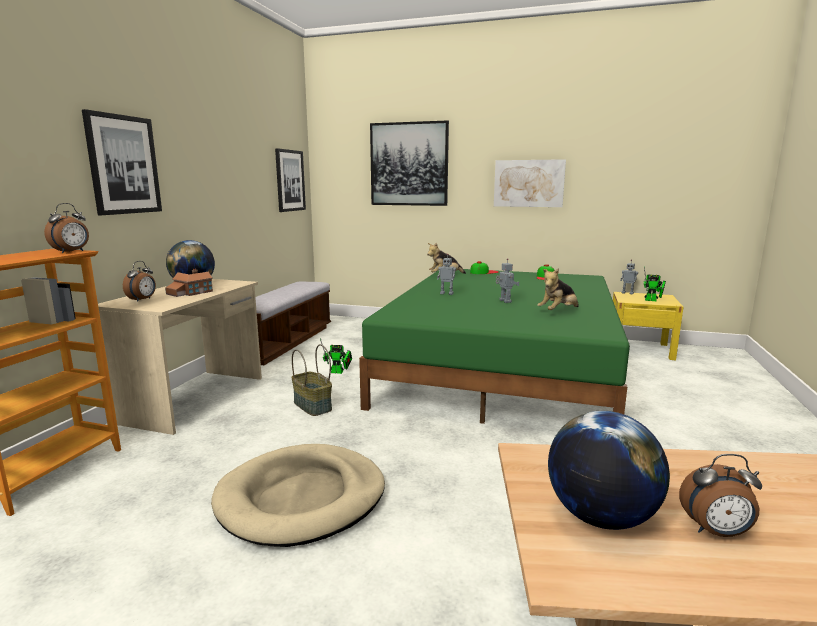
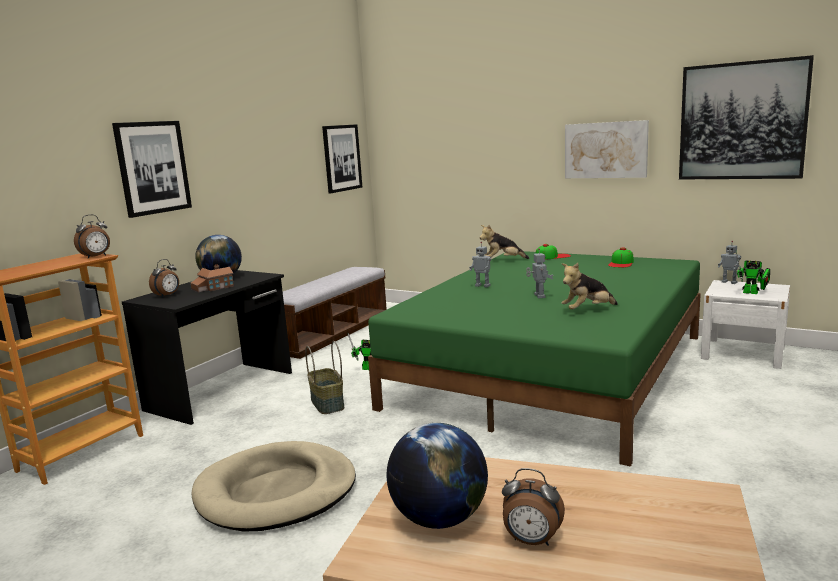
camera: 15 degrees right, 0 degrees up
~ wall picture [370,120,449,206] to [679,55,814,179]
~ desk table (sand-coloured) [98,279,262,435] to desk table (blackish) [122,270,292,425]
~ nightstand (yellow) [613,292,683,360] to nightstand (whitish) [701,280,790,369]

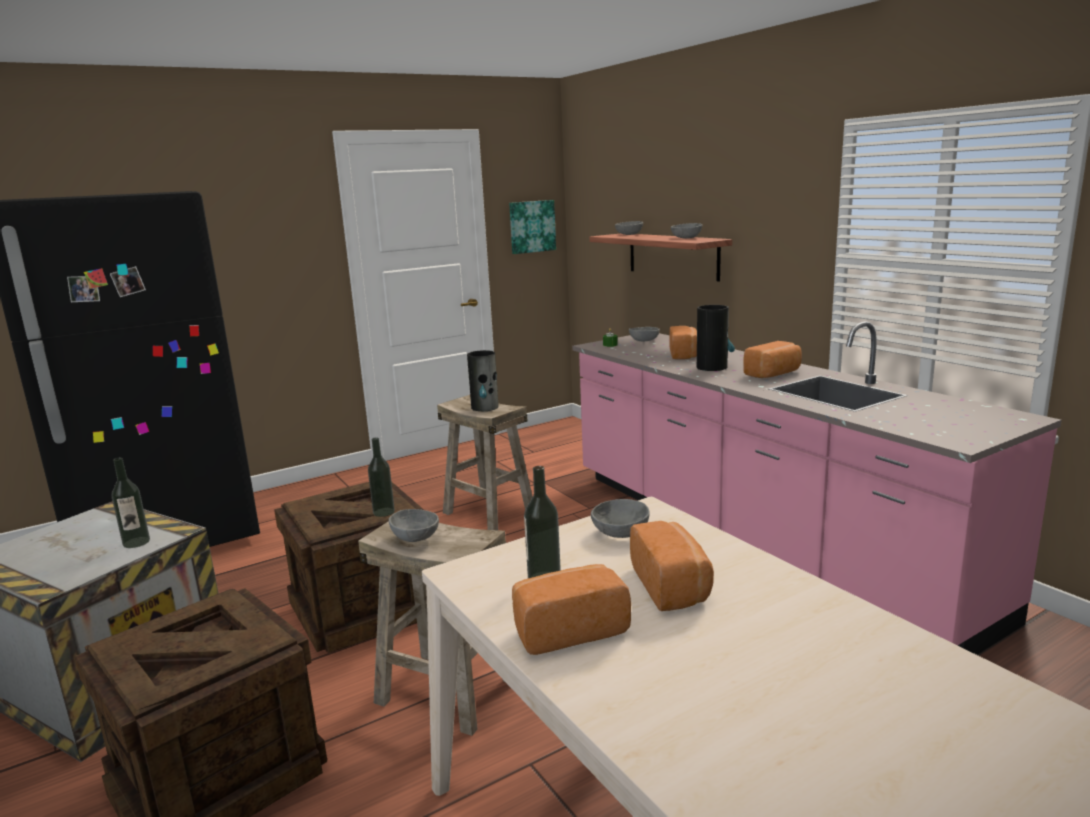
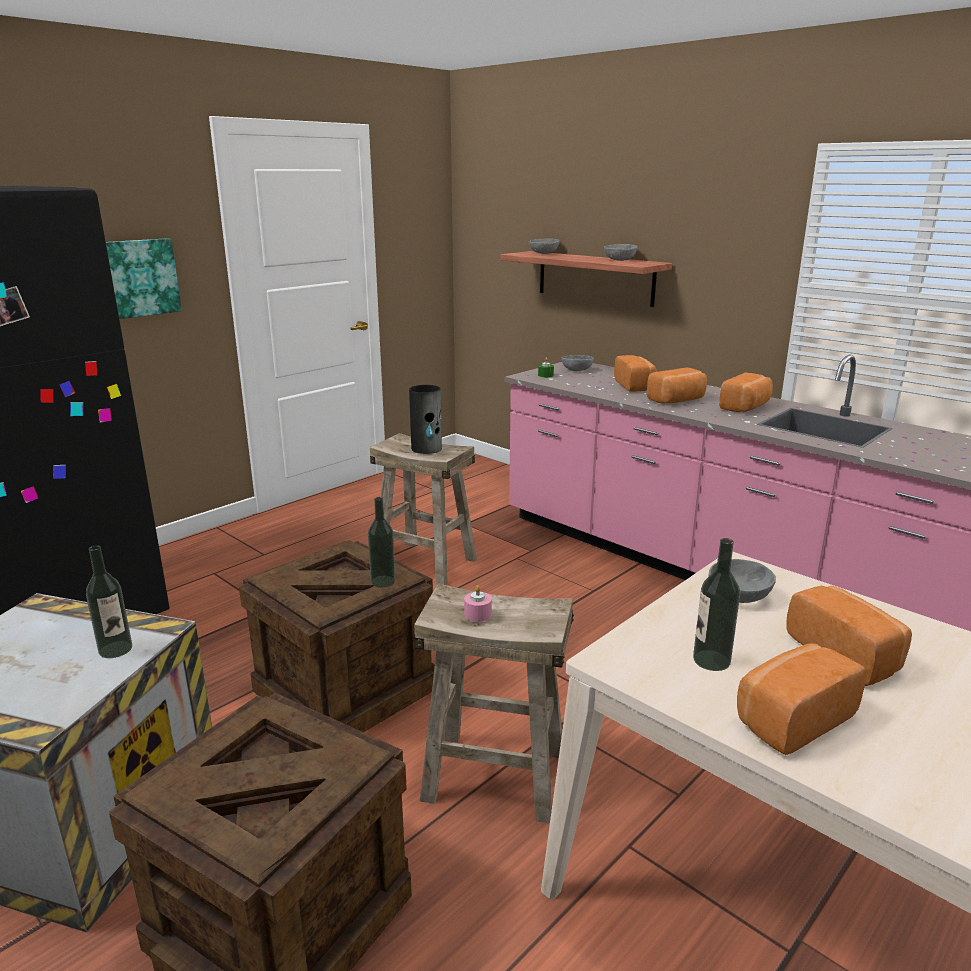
camera: 15 degrees left, 5 degrees up
~ wall picture [509,200,556,254] to [106,238,182,319]
~ vase [697,305,735,371] to bakery bread [647,367,707,404]
~ serving bowl (greyish) [389,509,439,542] to candle (pink) [464,585,492,622]

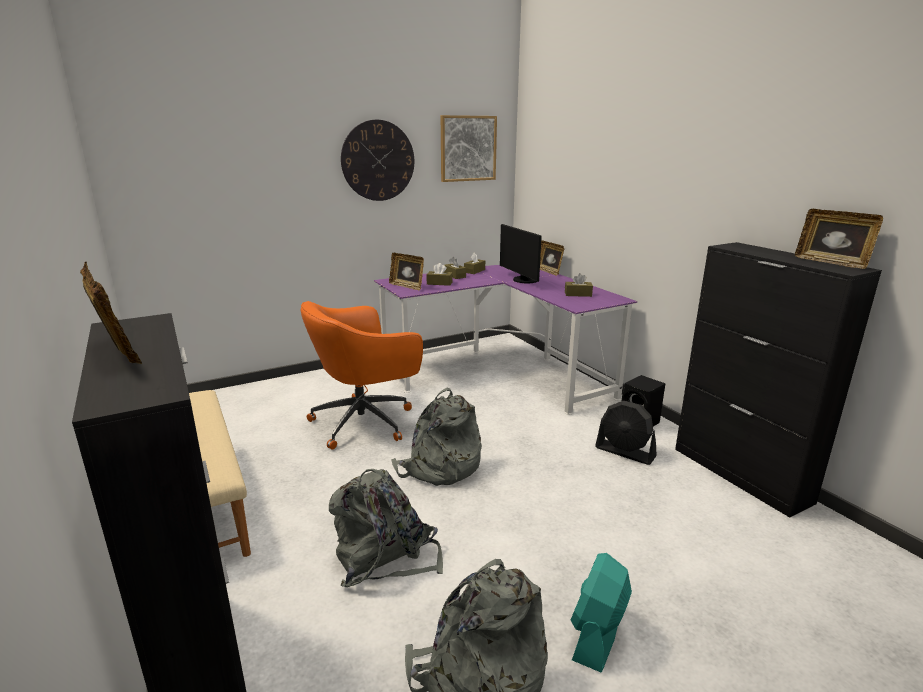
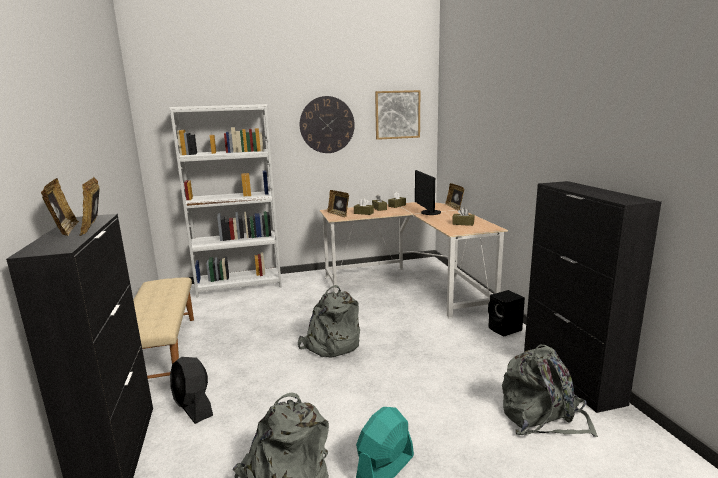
camera: 15 degrees right, 5 degrees down
~ picture frame [795,209,883,269] to [79,176,99,236]
~ desk table (purple) [374,265,637,415] to desk table (sand-coloured) [319,202,508,319]
- computer chair (orangey) [301,301,423,450]
~ fan (blackish) [595,401,657,465] to [170,357,213,424]
~ knapsack (greyish) [329,469,443,587] to [502,345,598,437]
+ bookshelf (whitish) [169,104,282,297]

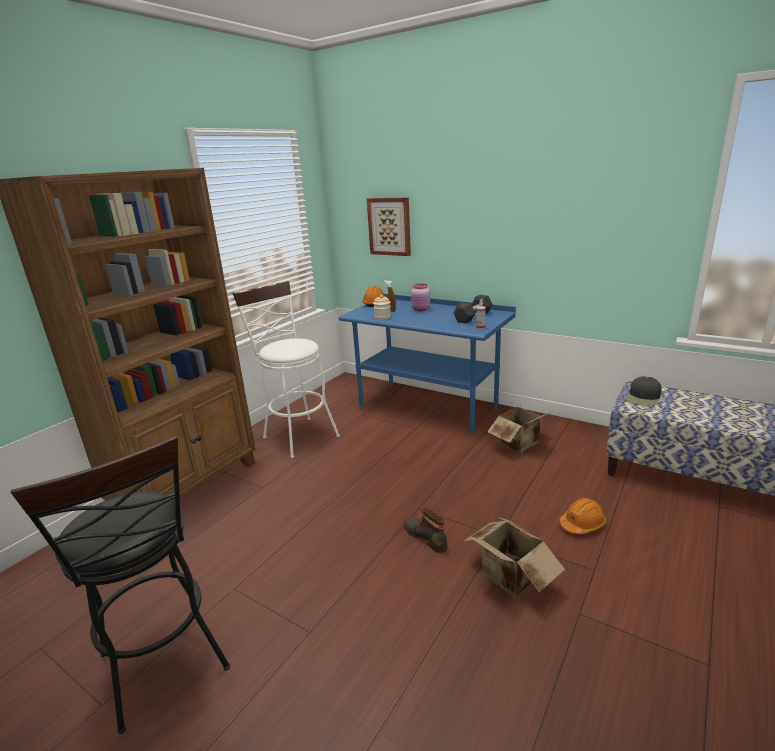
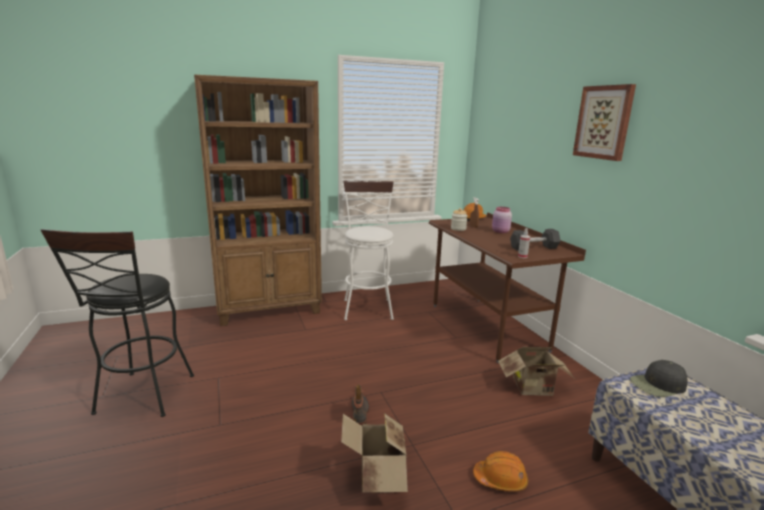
camera: 35 degrees right, 5 degrees down
~ wall picture [367,198,411,256] to [573,84,636,161]
~ desk table (blue-coloured) [338,294,516,436] to desk table (brown) [429,212,586,363]

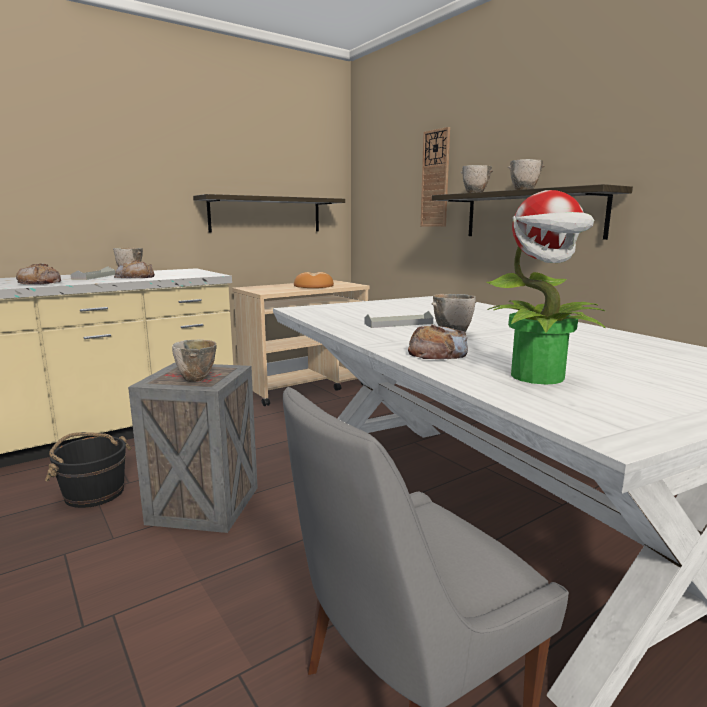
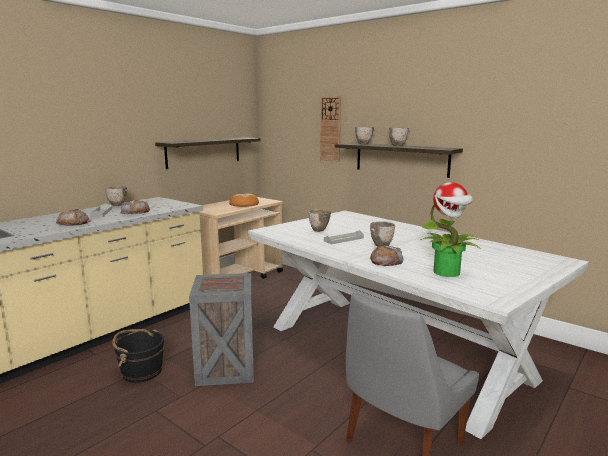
camera: 15 degrees left, 0 degrees up
~ serving bowl [172,339,217,382] to [308,209,331,232]

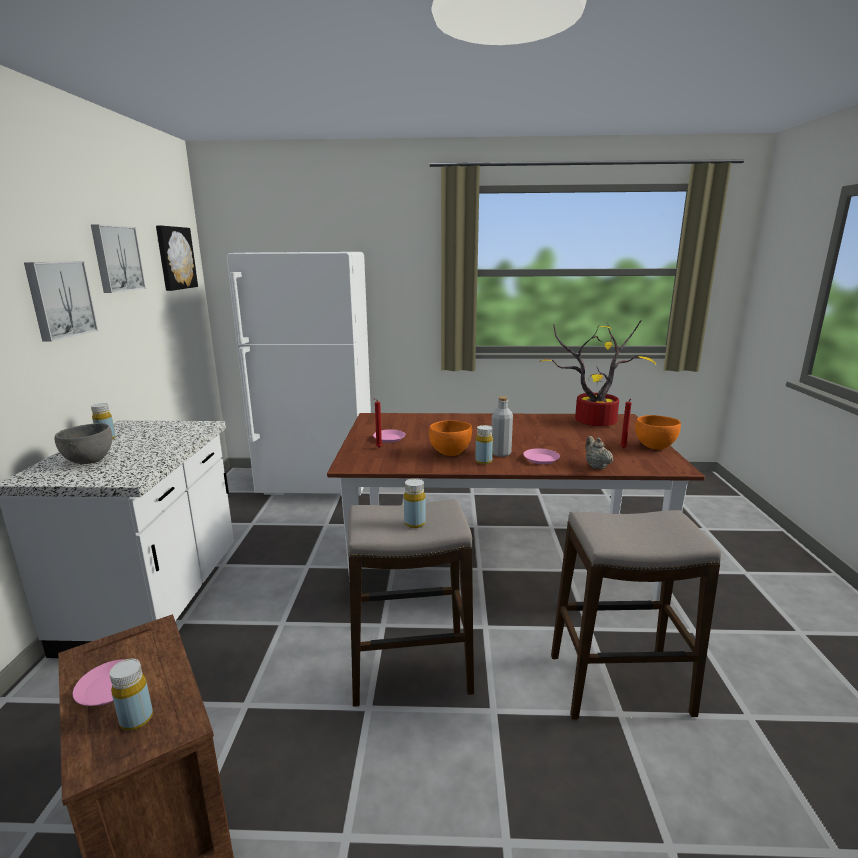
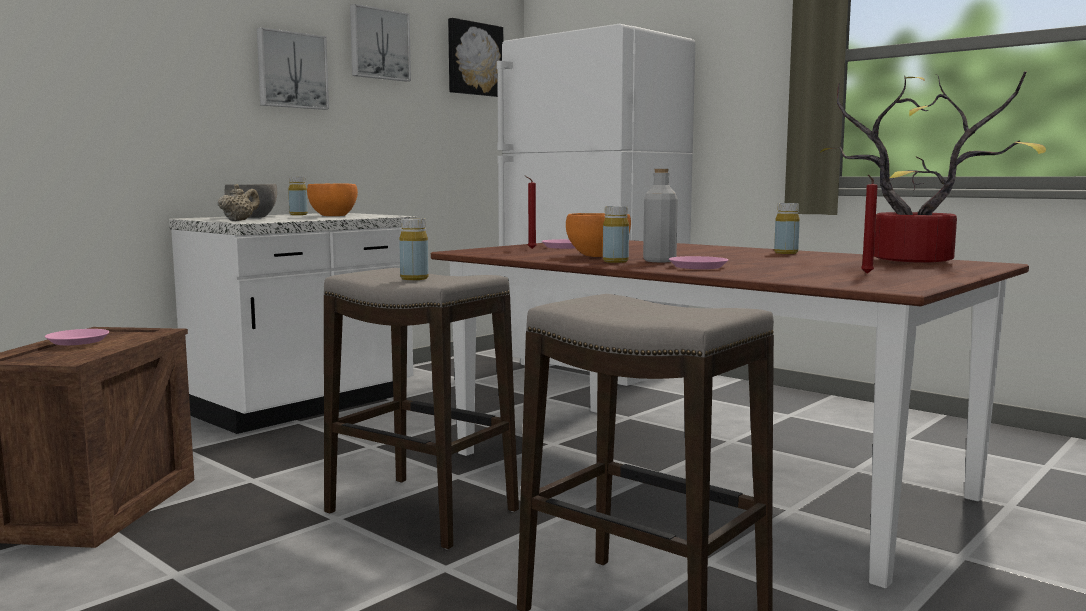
camera: 40 degrees right, 10 degrees down
~ serving bowl (orangey) [635,415,681,450] to [307,183,358,216]
~ pot for tea (sand-coloured) [585,436,613,469] to [218,184,260,221]
~ beverage bottle (yellow) [109,659,153,731] to [774,203,800,254]

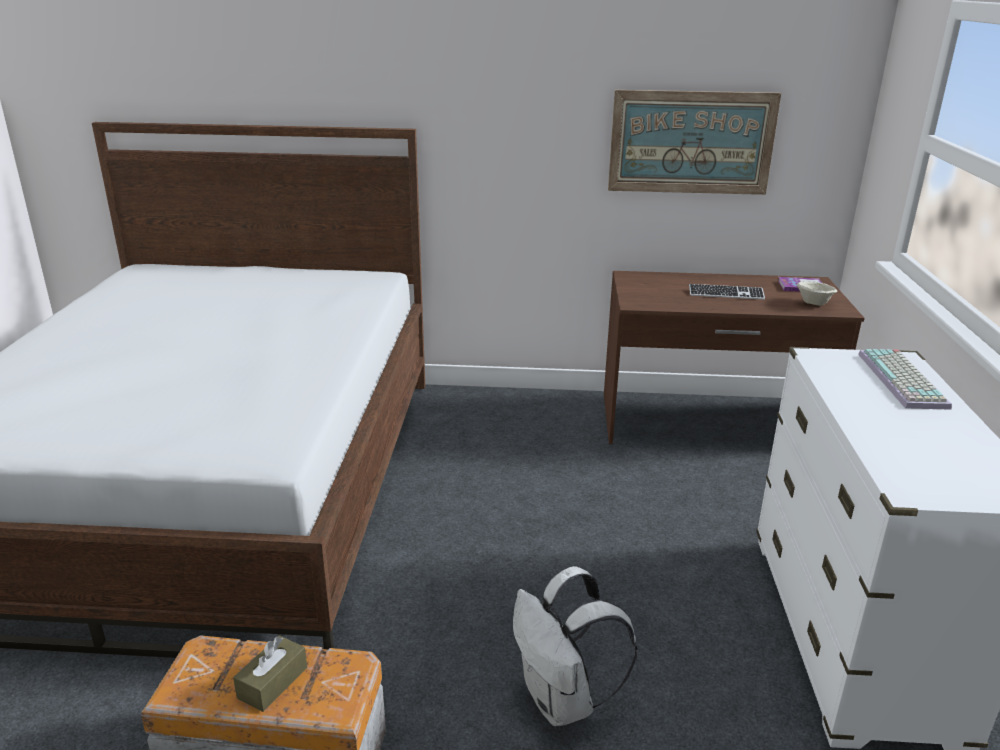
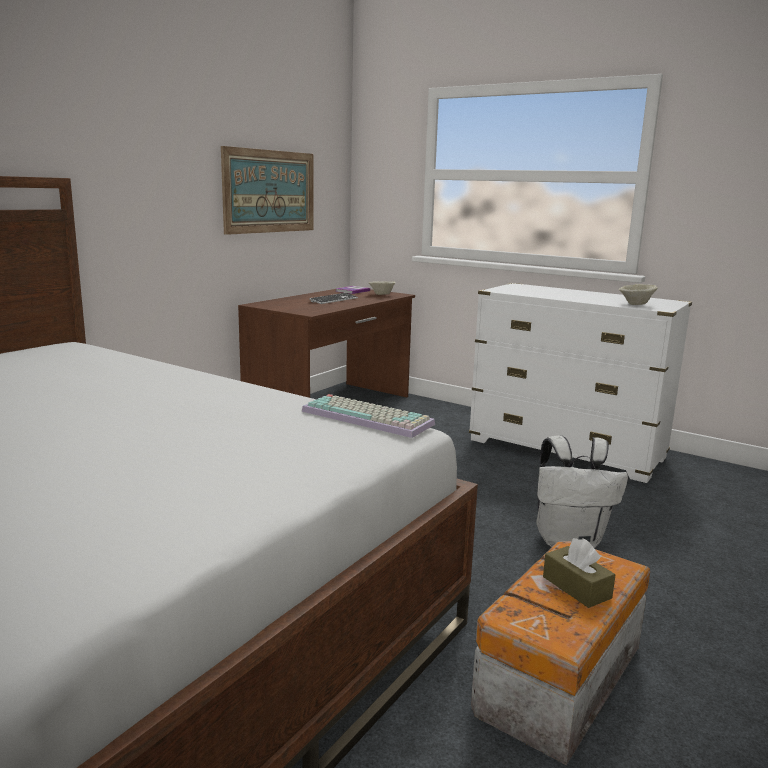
camera: 60 degrees left, 10 degrees down
~ PC keyboard [858,349,952,410] to [302,394,435,438]
+ serving bowl (sand-coloured) [619,284,658,305]

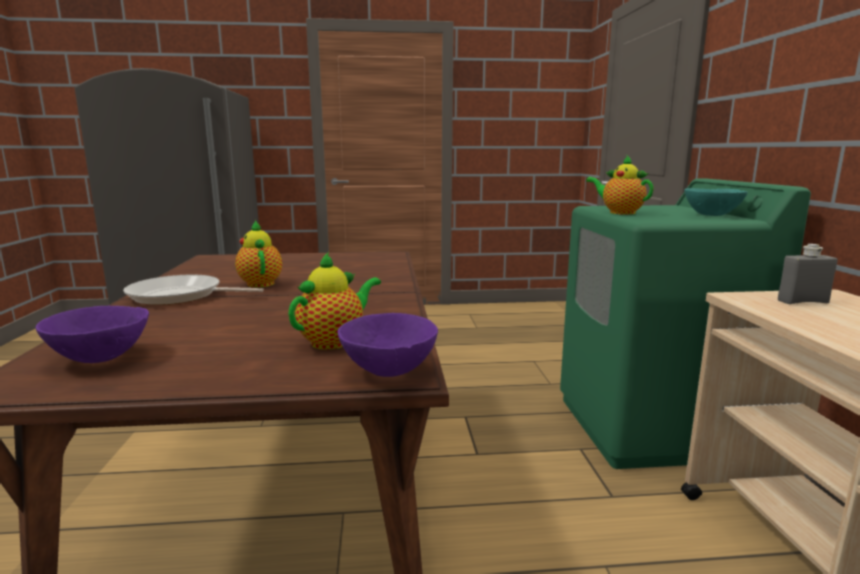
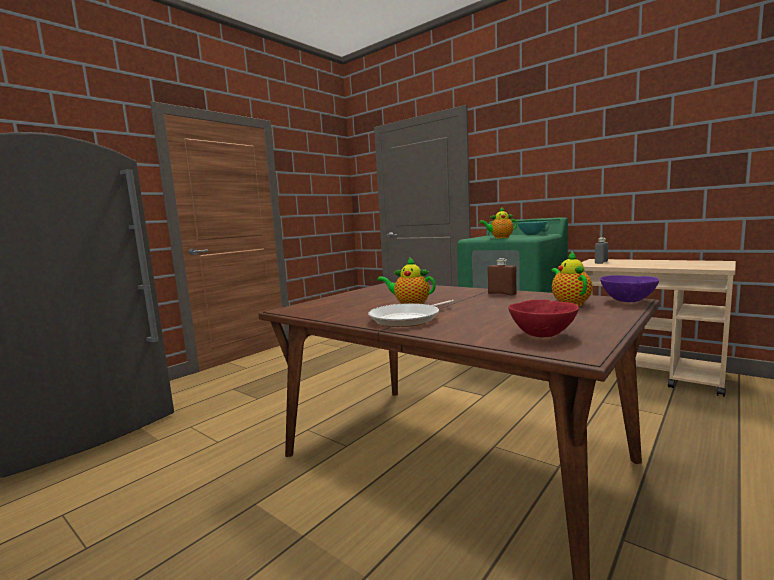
camera: 45 degrees left, 5 degrees down
~ serving bowl (purple) [36,306,149,363] to serving bowl (reddish) [508,299,579,338]
+ beverage bottle (brown) [488,258,517,296]

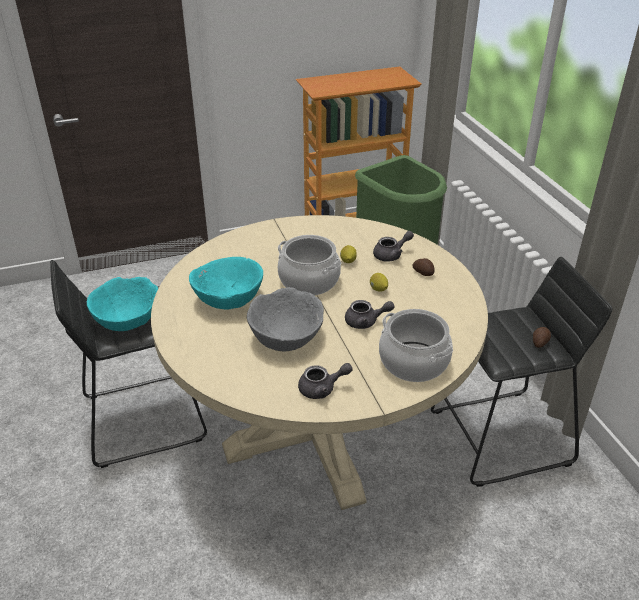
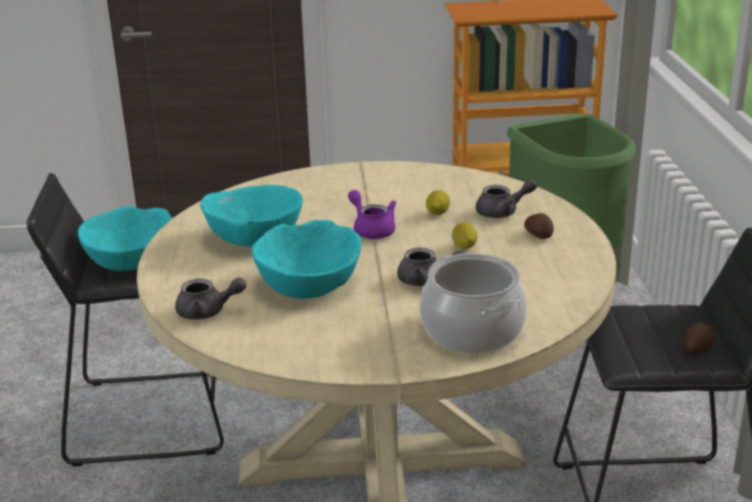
camera: 15 degrees right, 10 degrees down
~ saucepot [278,235,341,295] to pot for tea (purple) [348,190,396,239]
~ serving bowl (greyish) [247,287,324,351] to serving bowl (turquoise-coloured) [251,220,361,299]
~ pot for tea (greyish) [298,363,353,399] to [175,277,246,320]

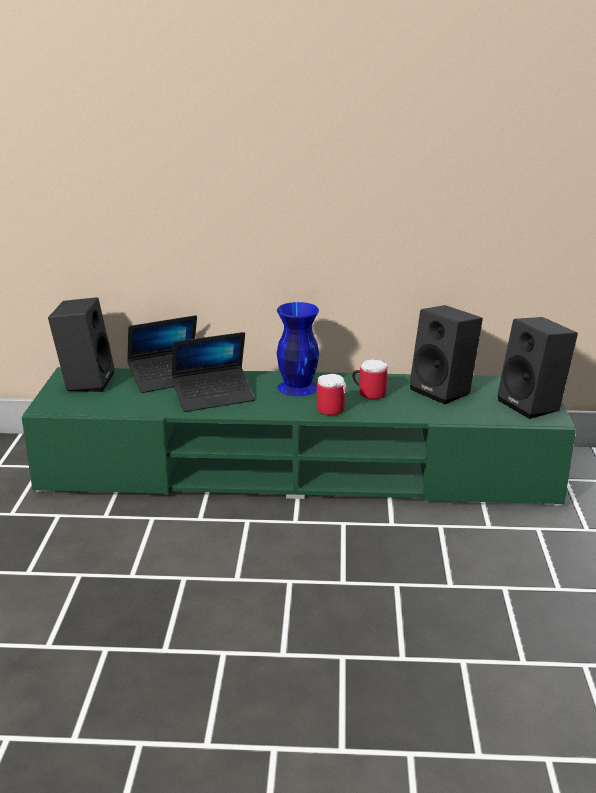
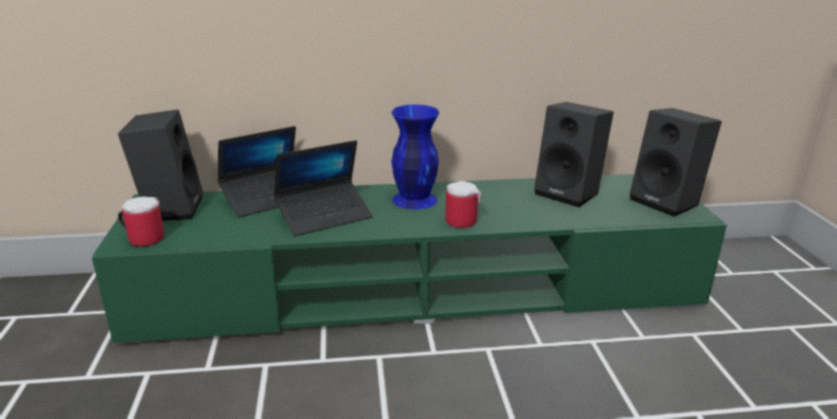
camera: 10 degrees left, 0 degrees up
~ coffee mug [352,359,388,399] to [118,197,164,247]

